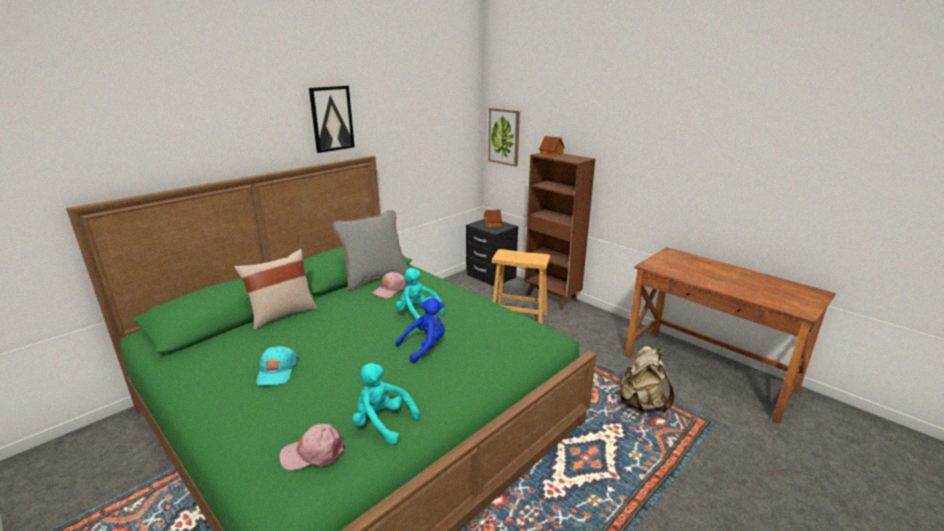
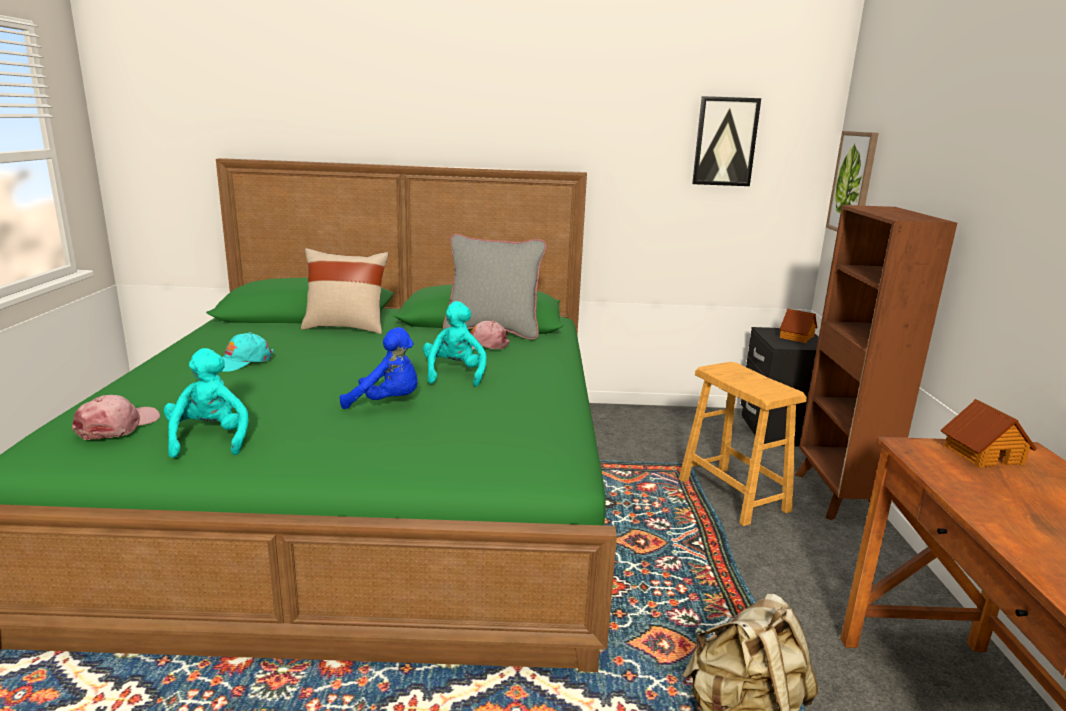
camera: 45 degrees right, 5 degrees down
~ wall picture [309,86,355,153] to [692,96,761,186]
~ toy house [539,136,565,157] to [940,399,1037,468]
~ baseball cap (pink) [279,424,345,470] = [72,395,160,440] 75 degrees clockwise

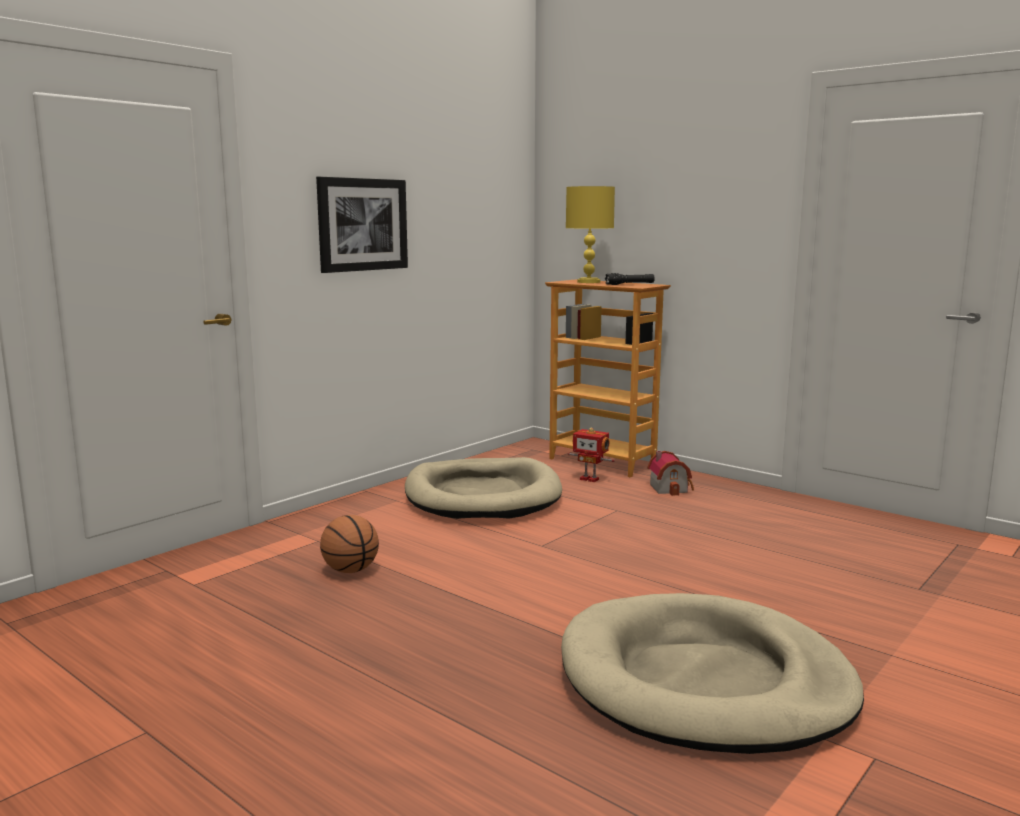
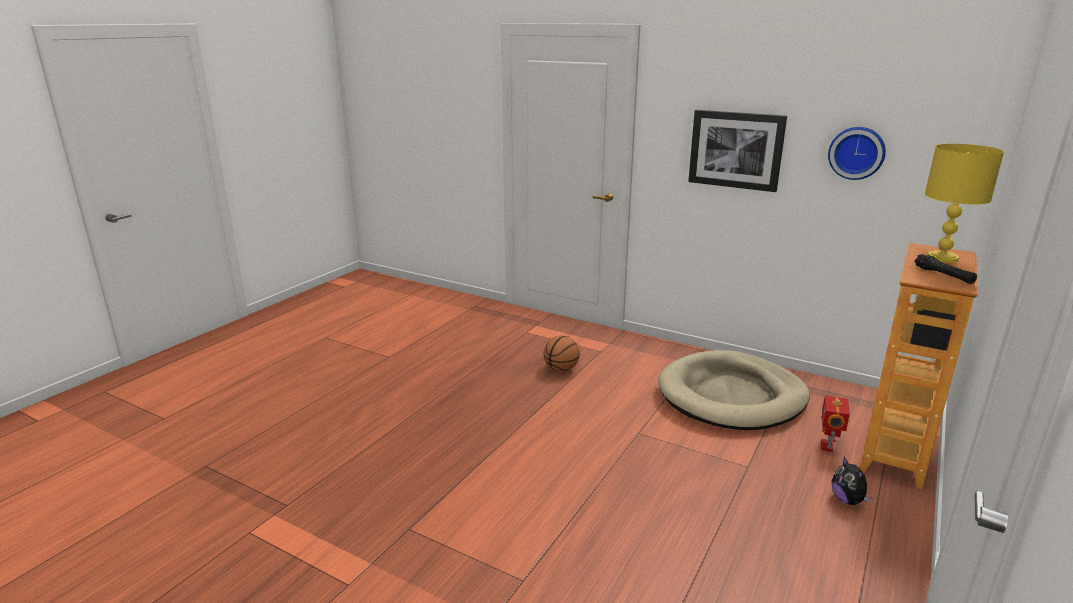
camera: 80 degrees right, 10 degrees up
~ toy house [647,451,694,496] to plush toy [832,457,873,505]
- dog bed (sand-coloured) [561,593,864,754]
+ hanging clock [828,127,886,180]

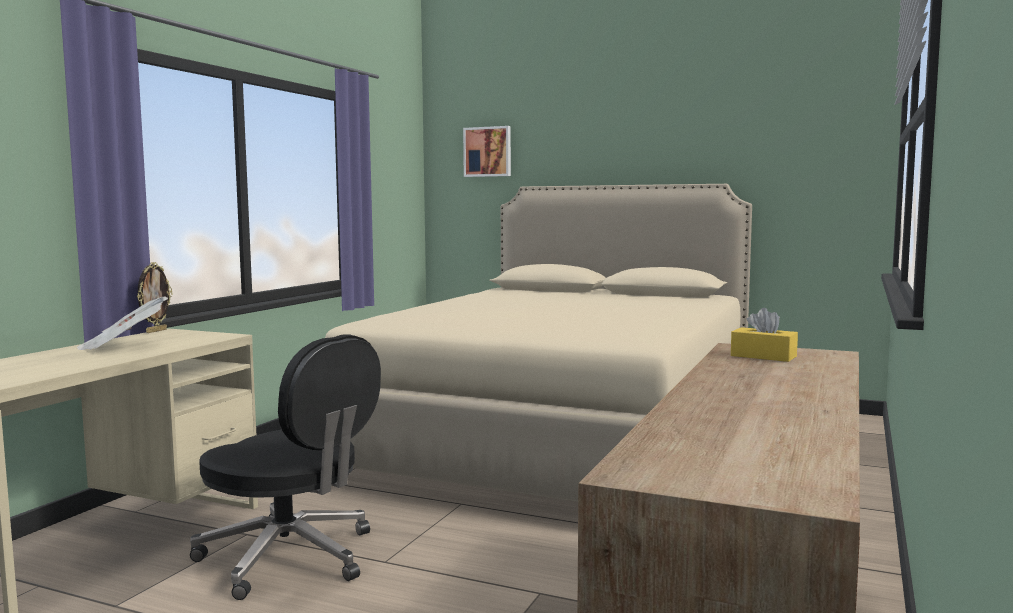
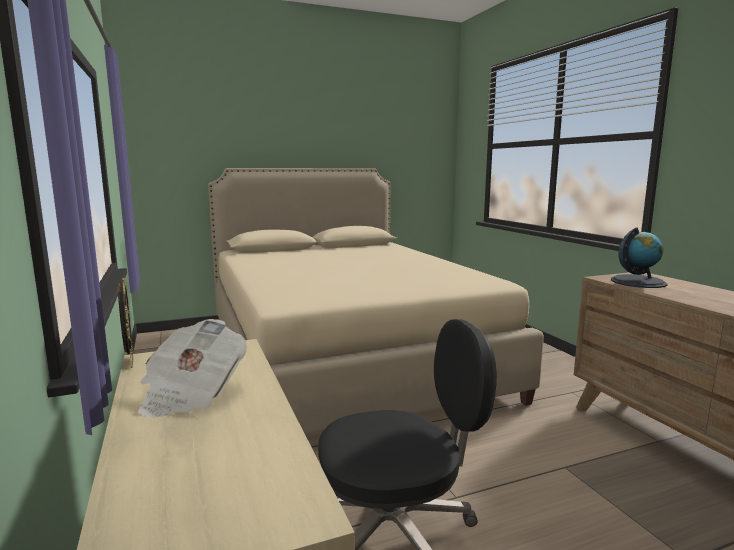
camera: 45 degrees left, 5 degrees up
- wall picture [463,126,511,177]
~ box of tissues (yellow) [731,308,798,362] to world globe [611,227,668,288]

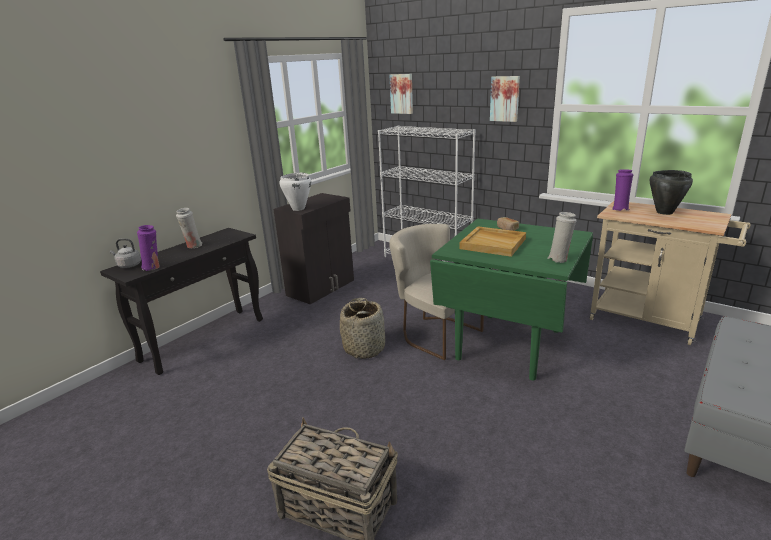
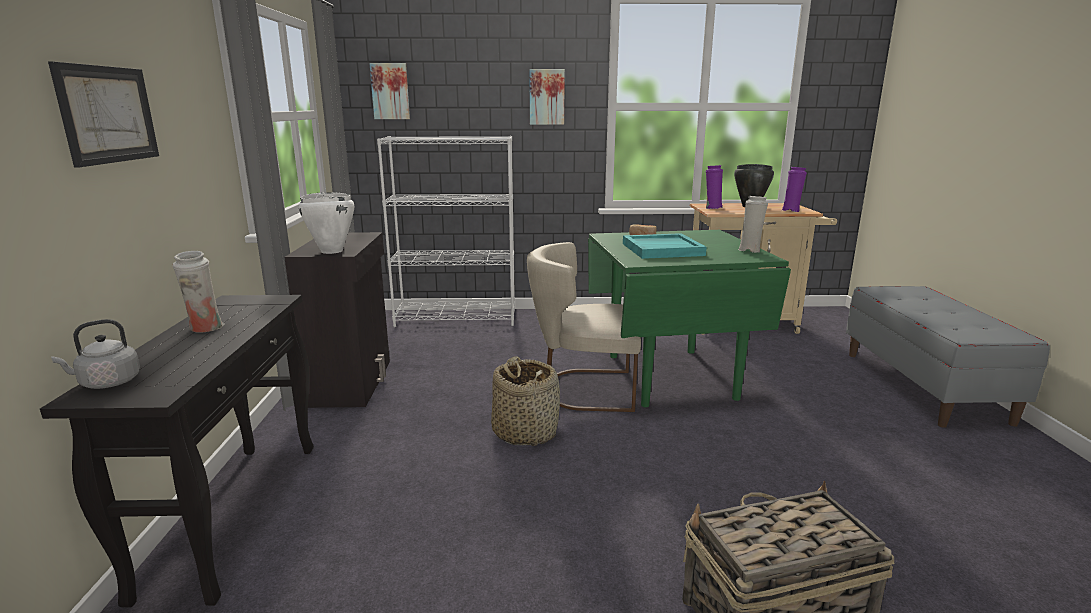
camera: 40 degrees left, 5 degrees down
~ vase (purple) [137,225,160,271] to [782,167,807,212]
~ carrying tray (sand-coloured) [460,226,526,257] to carrying tray (turquoise-coloured) [623,233,707,259]
+ wall picture [48,61,159,168]

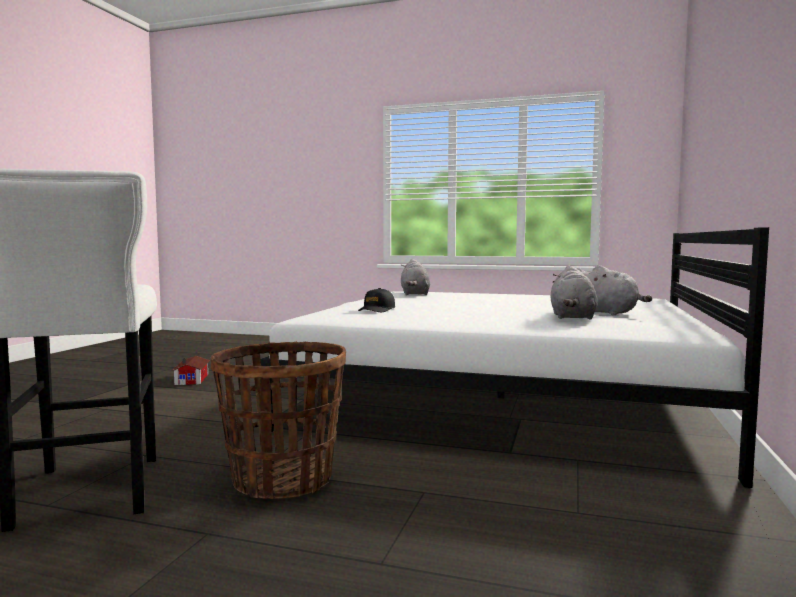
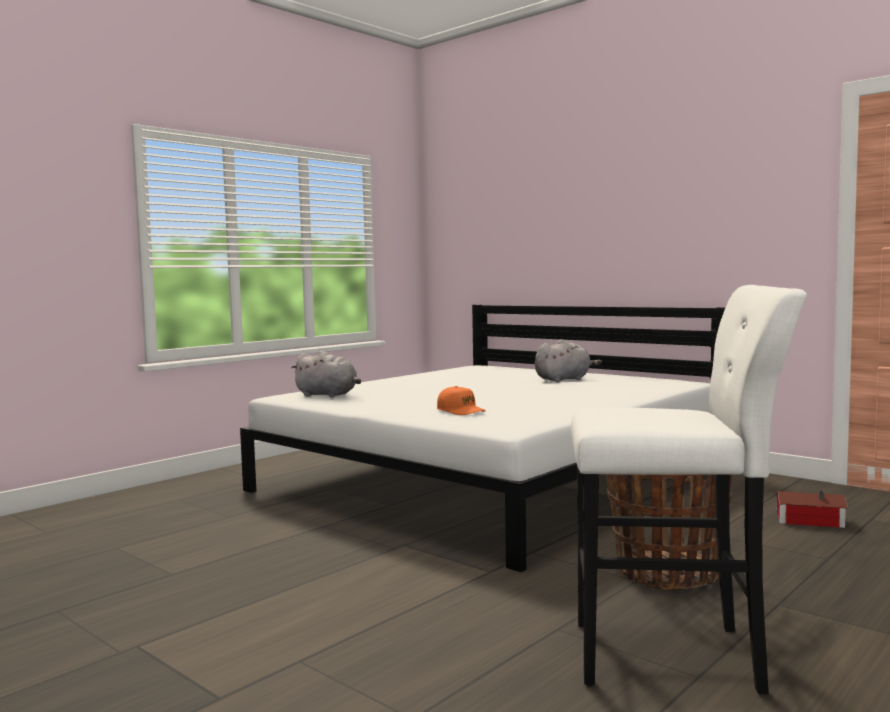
camera: 65 degrees left, 0 degrees up
- plush toy (greyish) [551,265,597,320]
~ baseball cap (blackish) [358,288,395,312] to baseball cap (orangey) [437,386,486,415]
~ toy house [171,356,210,385] to [775,491,848,528]

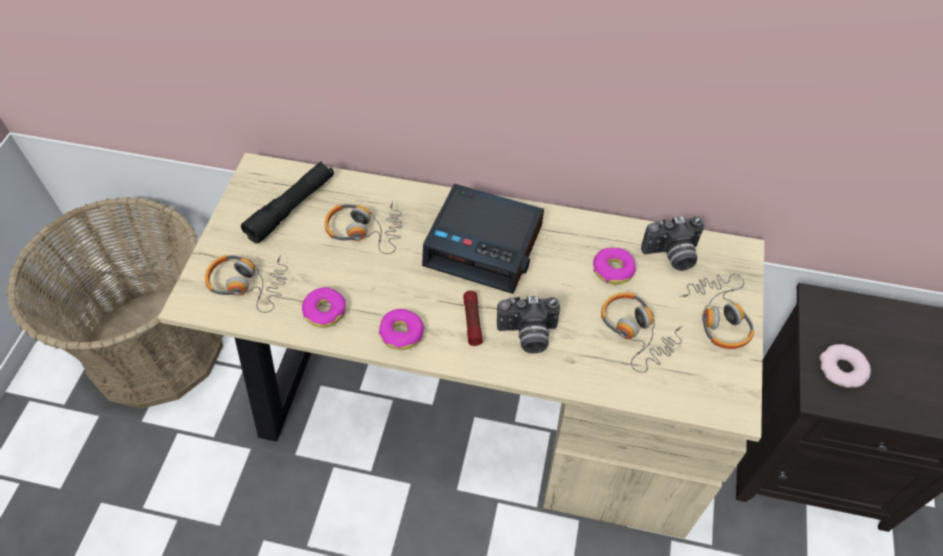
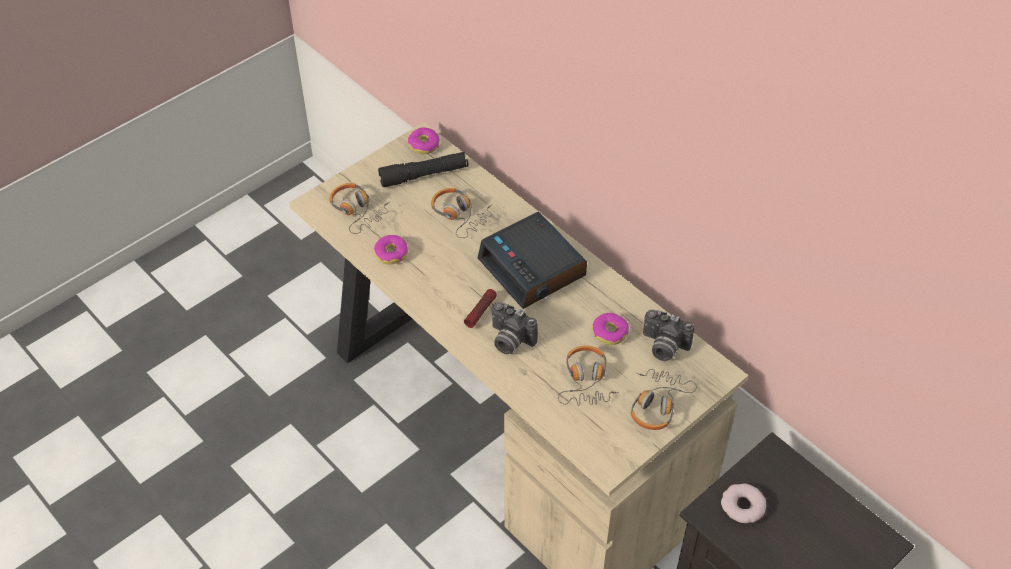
camera: 35 degrees right, 5 degrees down
- basket [6,197,223,409]
~ doughnut [379,309,425,350] to [408,128,440,154]

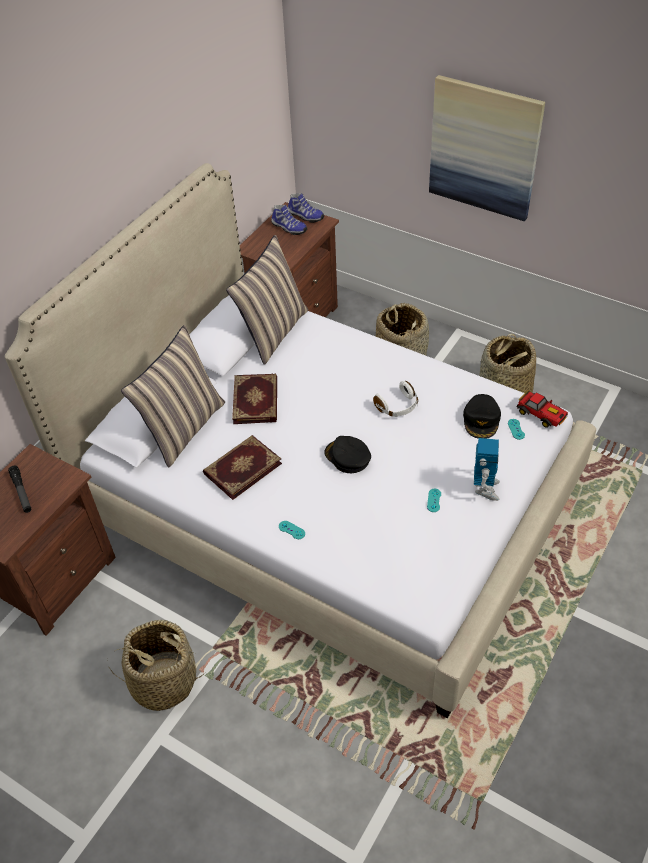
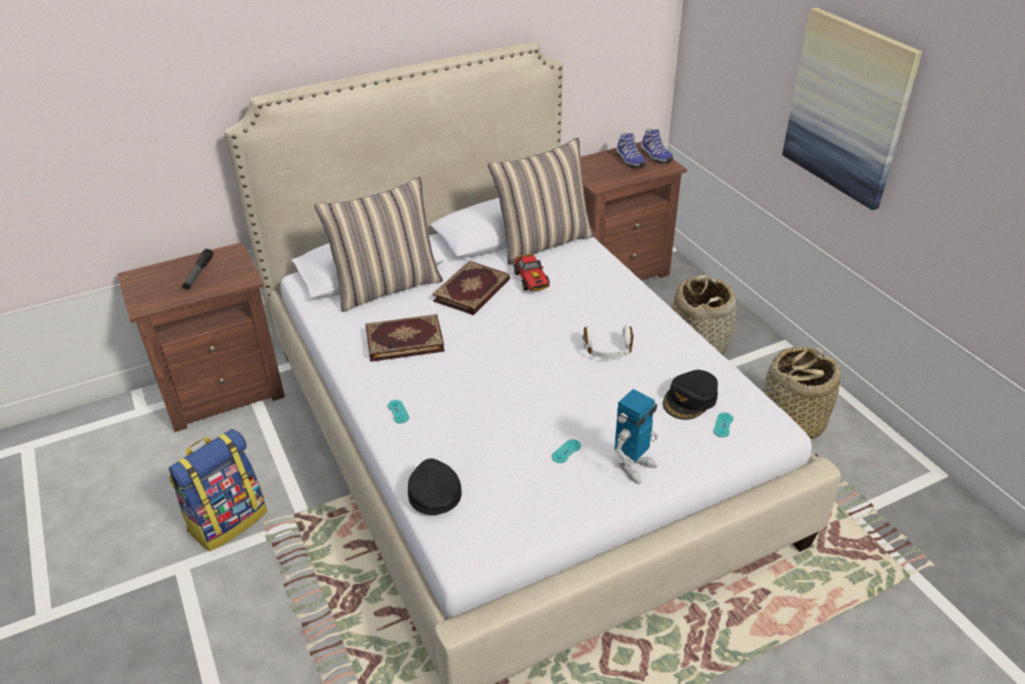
camera: 30 degrees right, 10 degrees down
~ toy car [516,390,568,428] to [513,253,550,291]
~ baseball cap (blackish) [324,436,371,473] to [408,458,462,515]
~ basket [107,620,205,711] to knapsack [169,429,267,551]

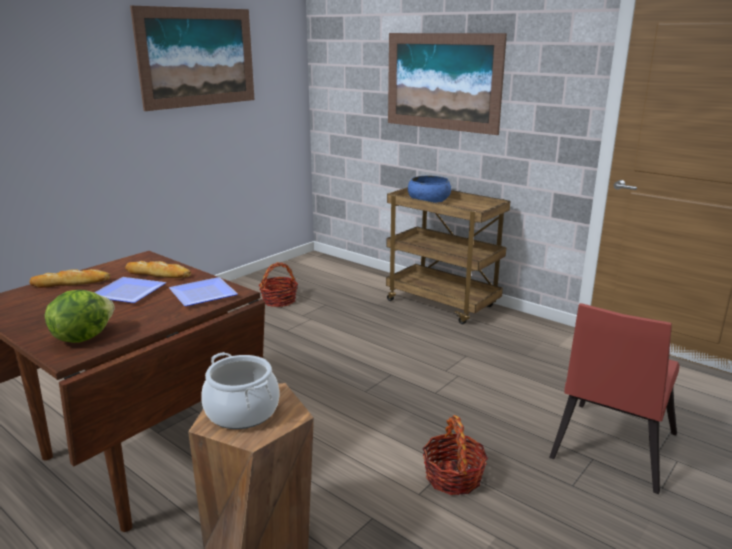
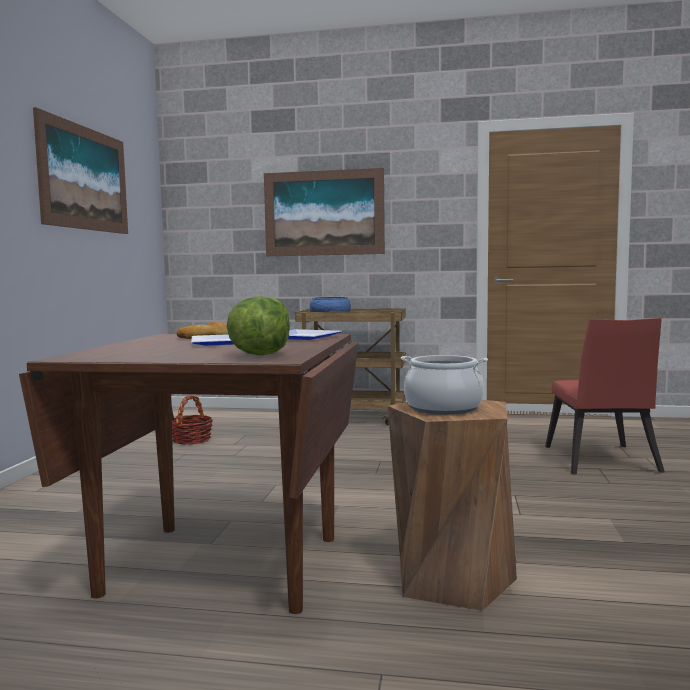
camera: 30 degrees left, 15 degrees down
- bakery bread [29,269,110,288]
- basket [422,415,488,495]

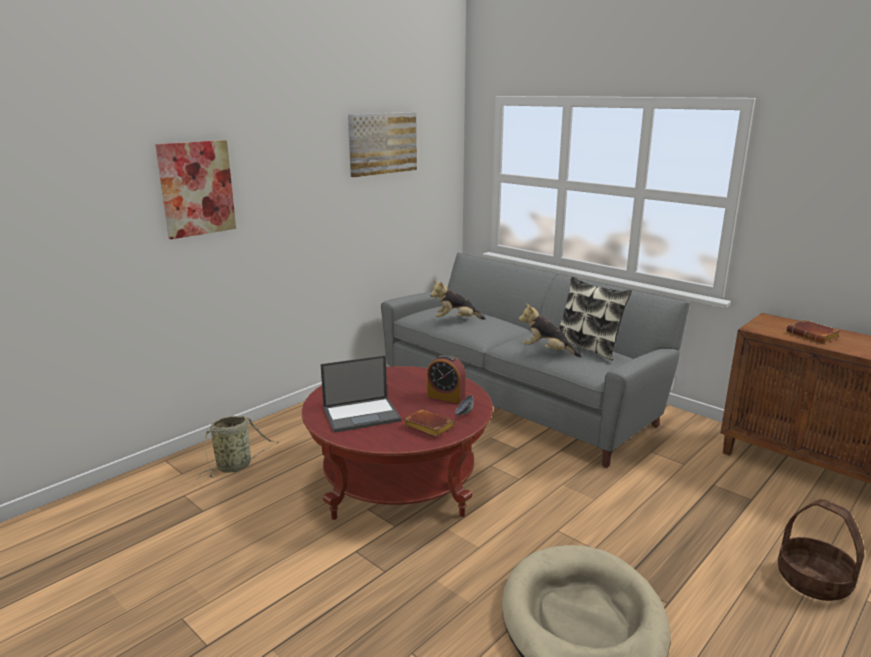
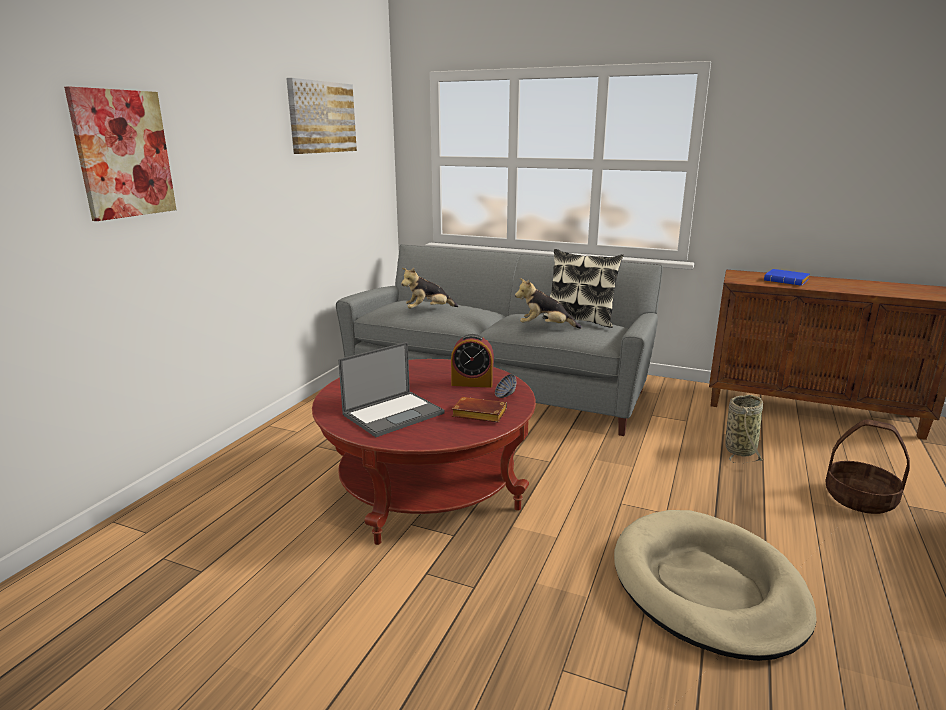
camera: 20 degrees left, 0 degrees up
~ book (brown) [786,320,841,343] to book (blue-coloured) [764,269,809,286]
~ basket [199,416,279,478] to [725,395,763,463]

